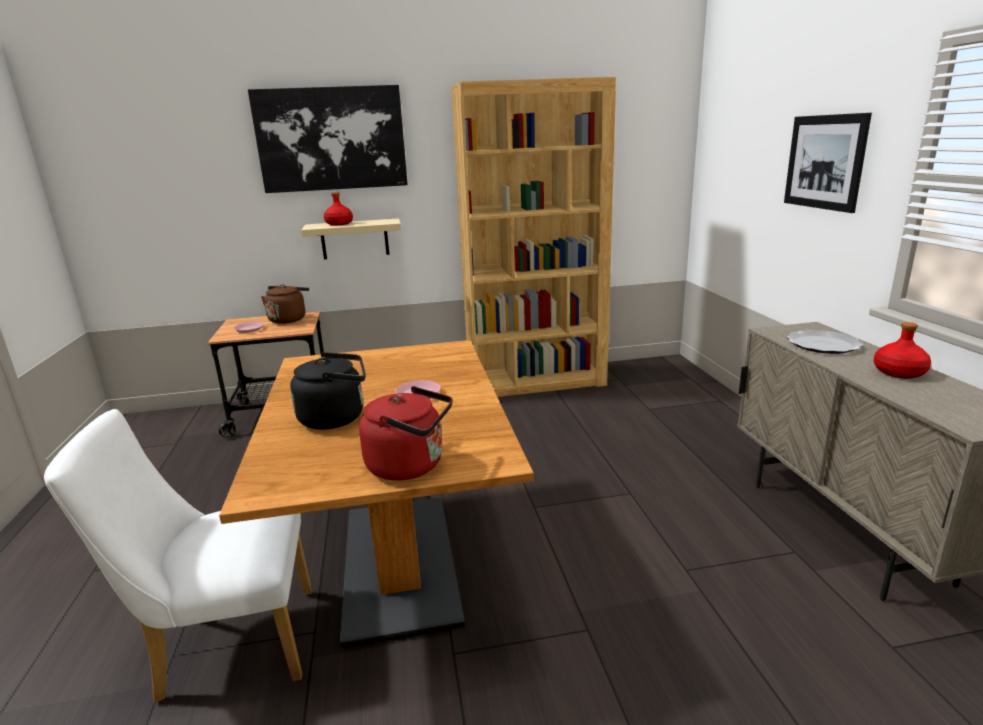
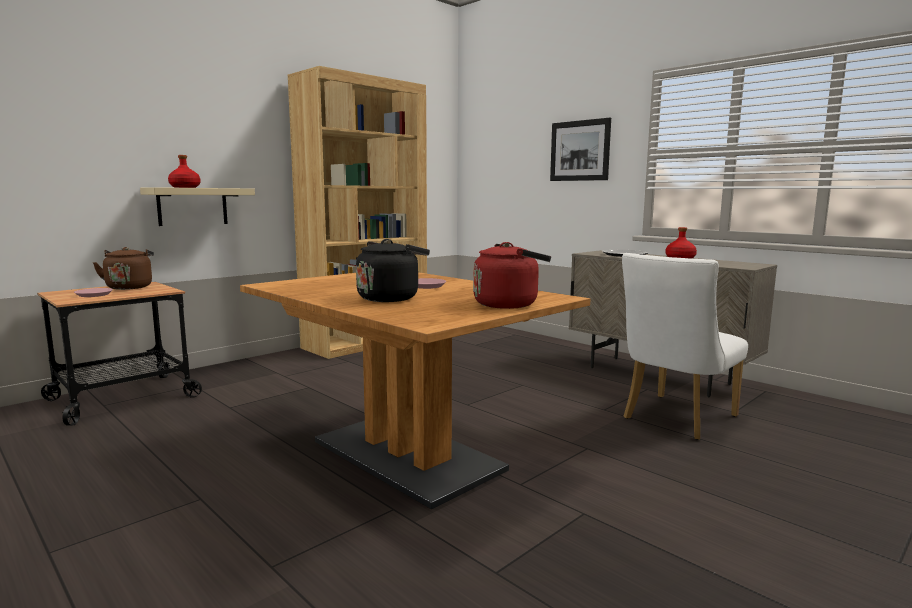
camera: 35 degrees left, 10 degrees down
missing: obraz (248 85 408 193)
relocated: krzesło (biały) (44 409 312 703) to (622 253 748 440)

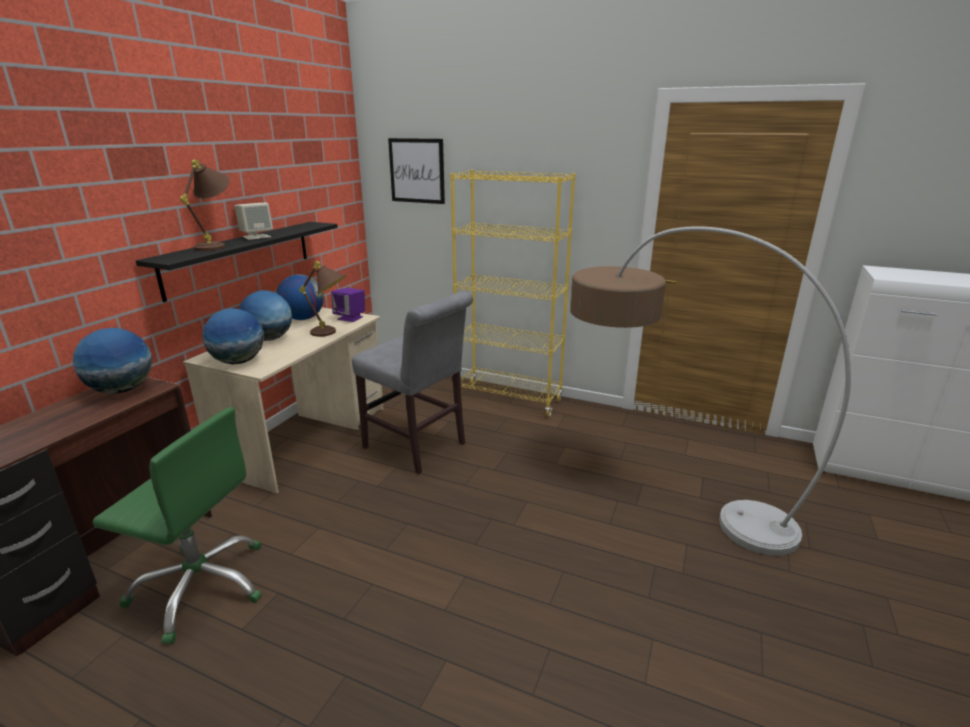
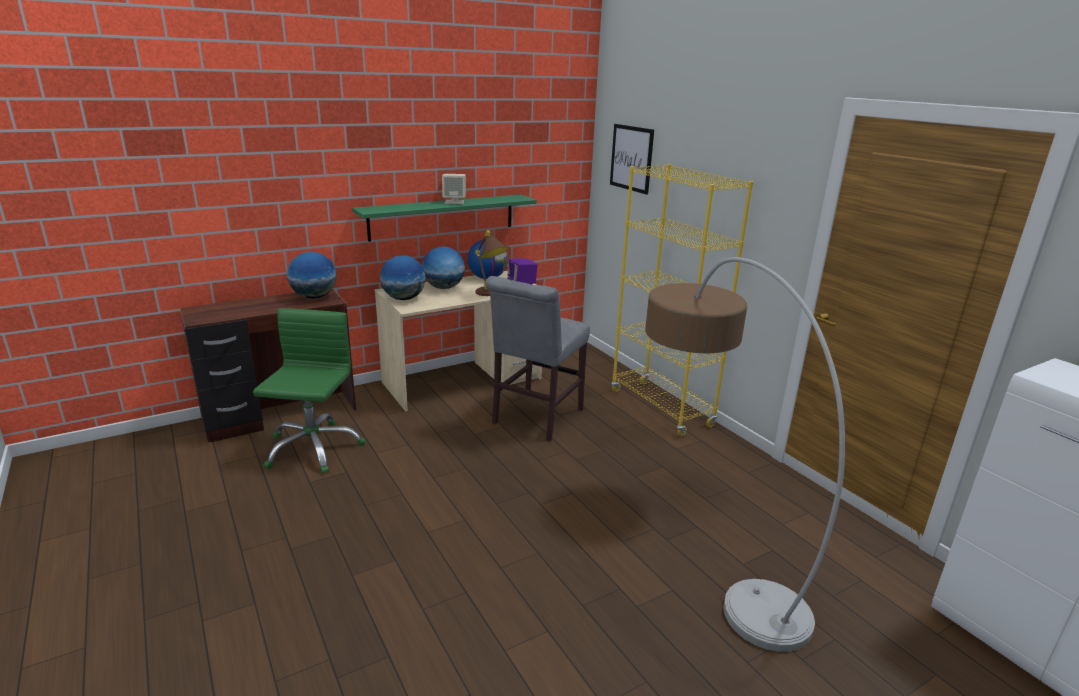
camera: 35 degrees right, 0 degrees up
missing: lampa stołowa (brązowy) (180 160 230 251)
colour: półka (czarny) (136 222 338 302) to półka (zielony) (352 194 537 242)
spun: krzesło (szary) (352 291 473 474) = (485 276 590 441) 45 degrees clockwise; krzesło biurowe (zielony) (92 407 262 644) = (253 308 365 474) 135 degrees counterclockwise

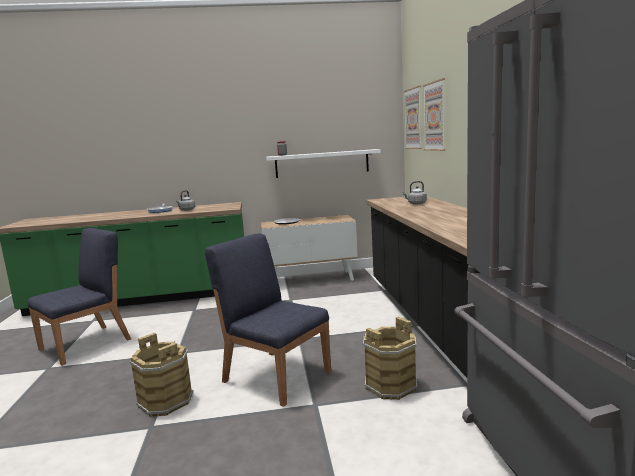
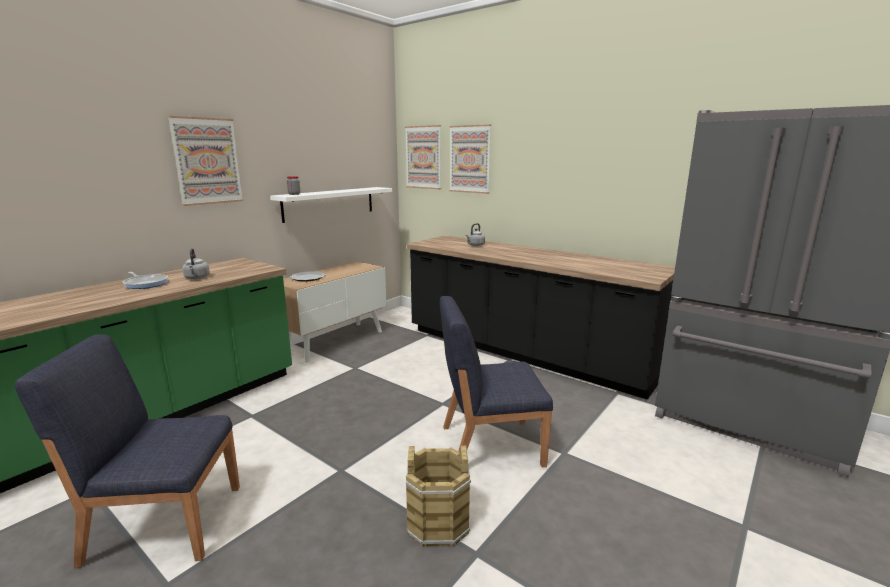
camera: 45 degrees left, 5 degrees up
missing: wiadro (brązowy) (362 317 417 400)
appeared: obraz (168 116 243 206)
spun: krzesło (niebieski) (28 228 131 366) = (15 334 240 568) 90 degrees counterclockwise

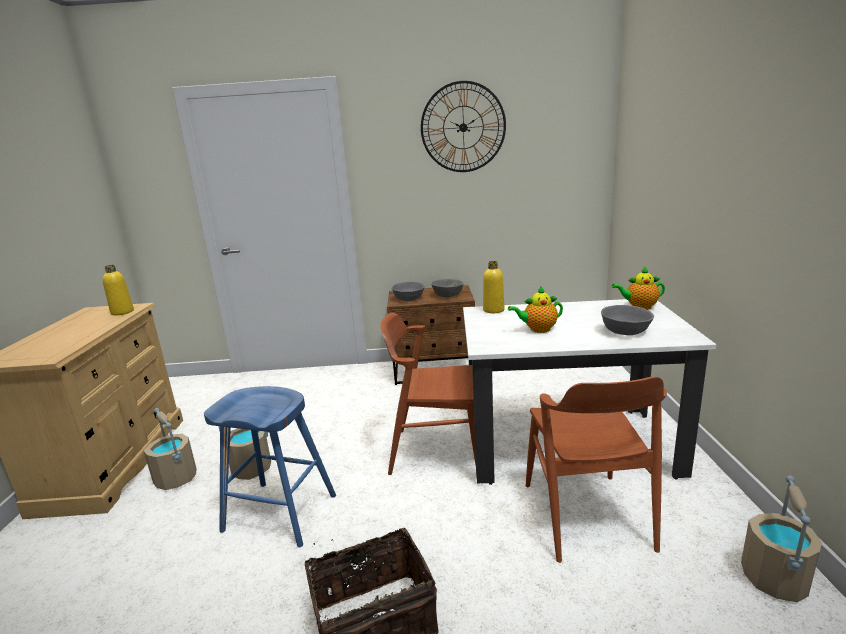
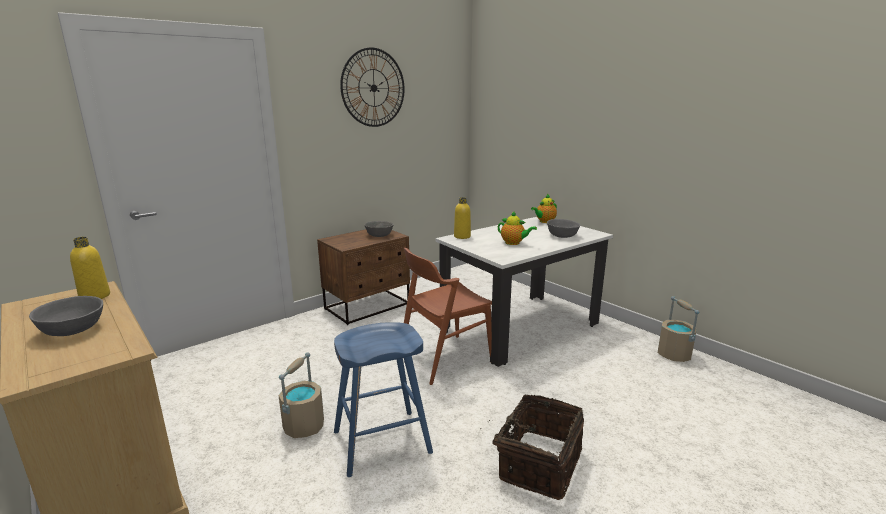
camera: 40 degrees left, 0 degrees up
missing: krzesło (brązowy) (526 376 667 563); wiadro (beżowy) (144 408 196 490)
relocated: miska (szary) (392 281 424 301) to (29 296 103 336)
spun: imbryk (508 286 563 333) = (498 211 537 245) 105 degrees counterclockwise

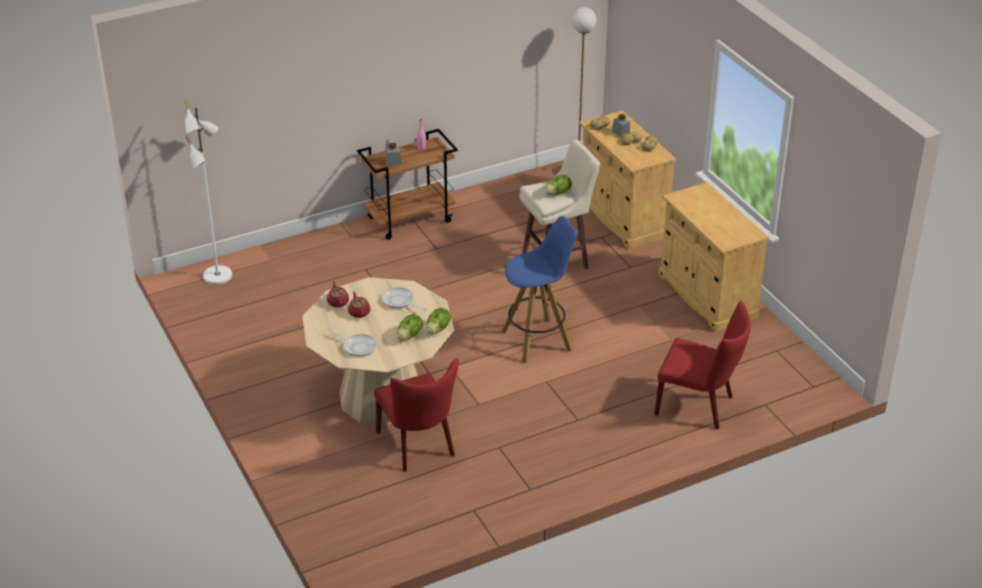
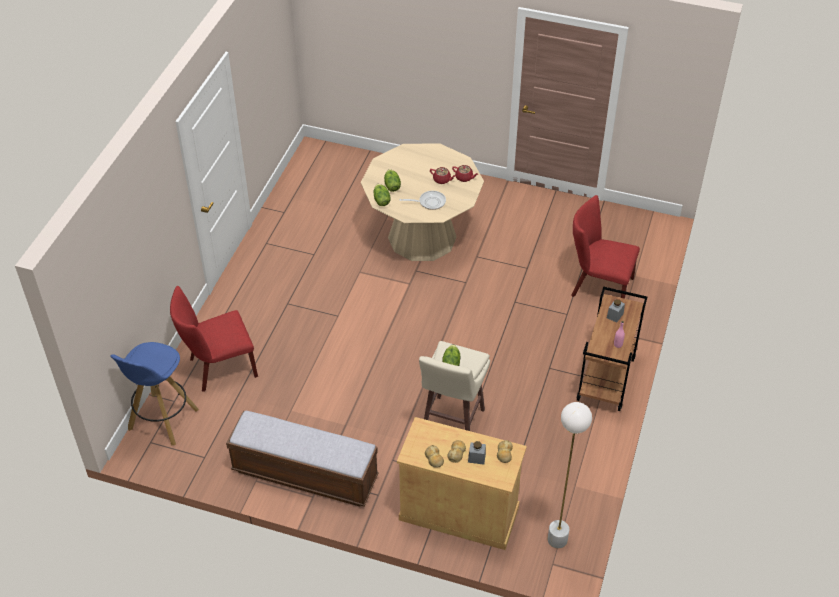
camera: 135 degrees right, 10 degrees up
missing: lampa stojąca (biały) (185 100 232 285); patelnia (326 327 377 357)
relocated: stołek (niebieski) (502 216 577 364) to (110 342 199 445); krzesło (czerwony) (374 358 459 472) to (571 195 640 299)
exchanged: szafka (beżowy) (658 182 769 332) to ławka (226 411 378 507)

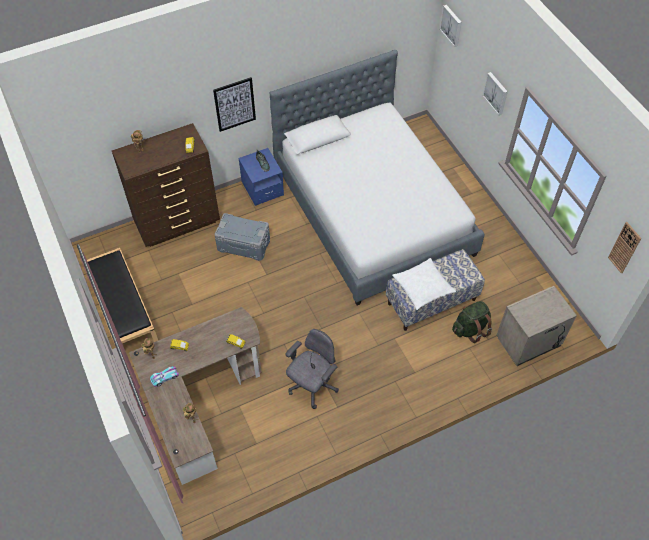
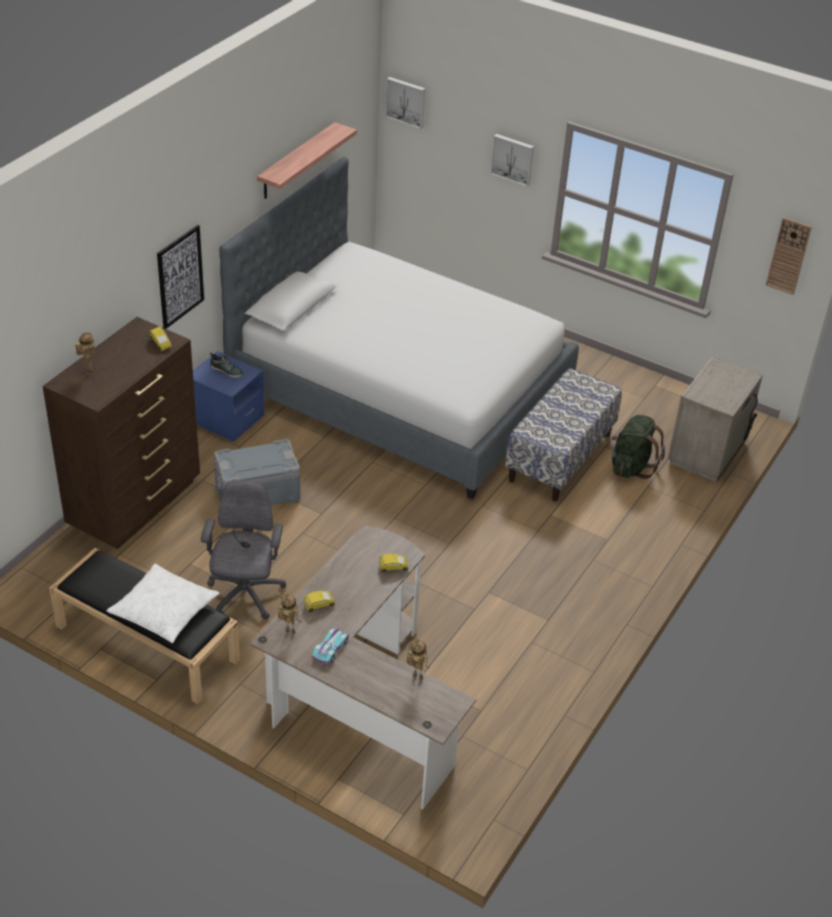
camera: 35 degrees left, 15 degrees down
appeared: półka (257 122 357 199)
relocated: poduszka (biały) (392 258 456 310) to (106 564 220 643); krzesło biurowe (szary) (285 329 339 409) to (201 480 286 620)

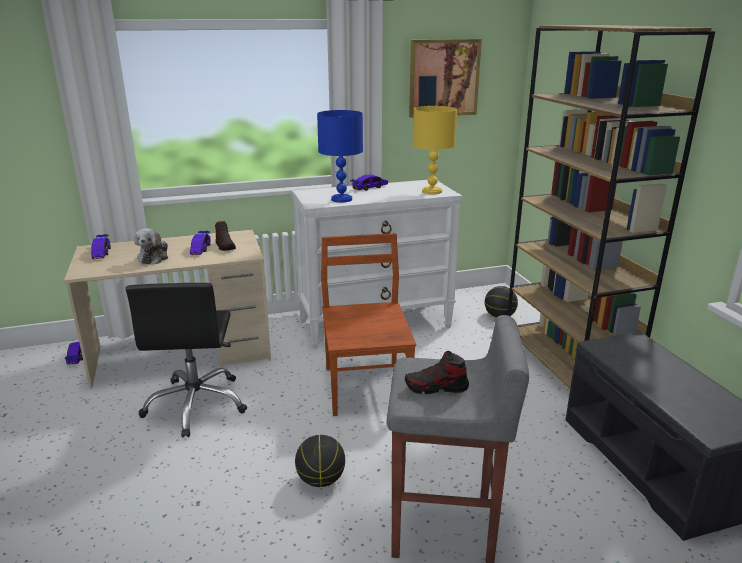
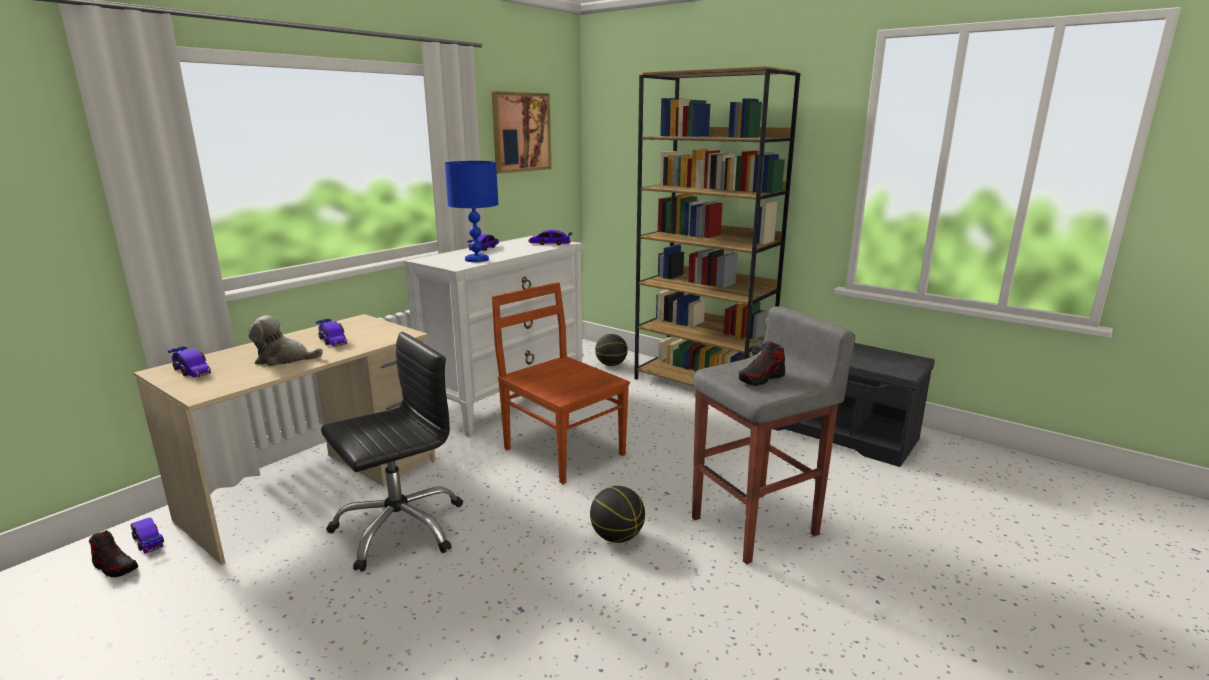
camera: 35 degrees left, 5 degrees down
relocated: but (215 221 236 251) to (89 530 138 577)
exchanged: lampa stołowa (żółty) (413 106 457 194) to samochodzik (528 230 572 245)
spun: pluszak (134 228 168 264) = (249 315 323 366) 120 degrees clockwise; krzesło biurowe (czarny) (126 283 247 438) = (321 332 463 572) 90 degrees counterclockwise

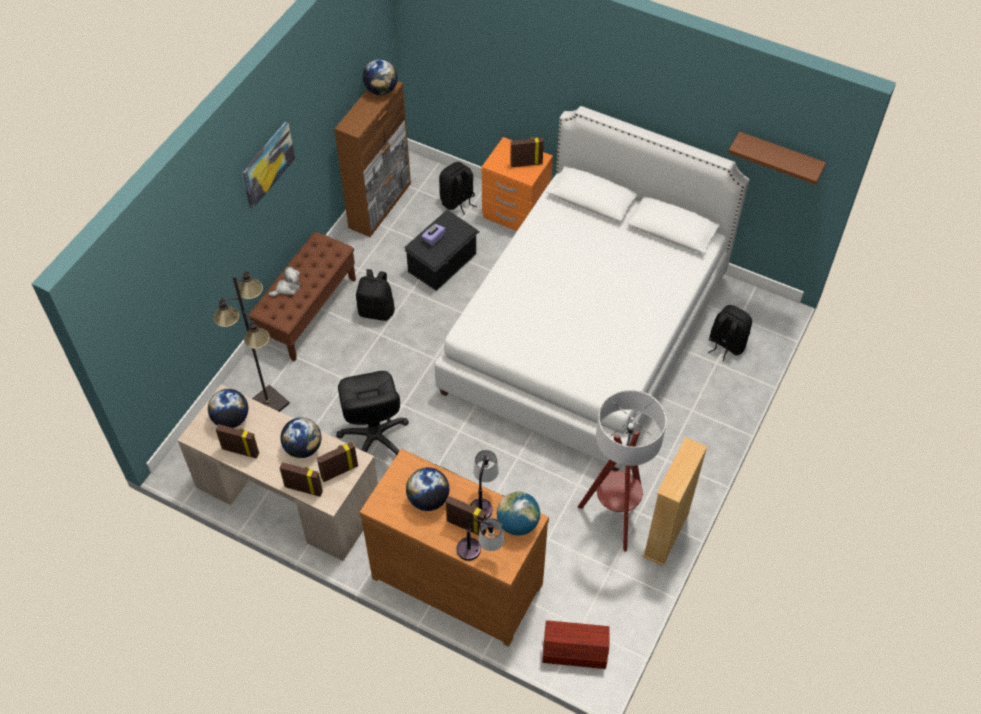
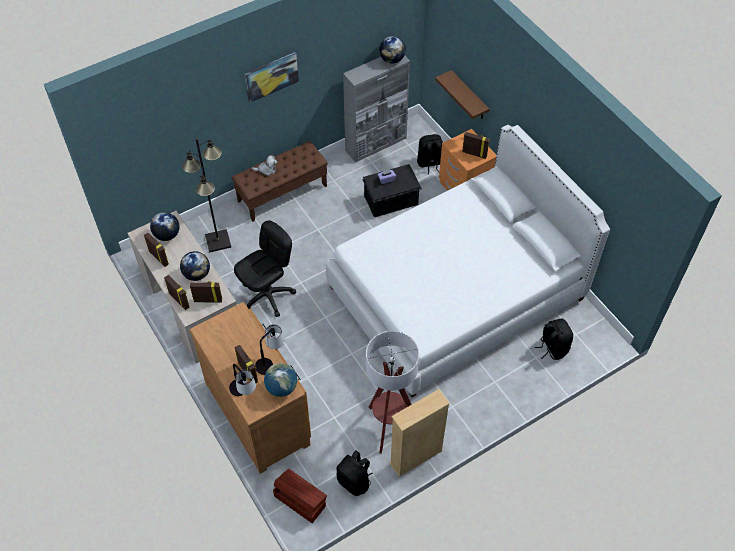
camera: 30 degrees right, 0 degrees up
missing: globus (406 467 449 511)
relocated: półka (brązowy) (728 131 826 185) to (435 70 489 119); plecak (czarny) (356 269 395 321) to (336 450 373 496)
colour: szafka (brązowy) (335 81 411 237) to szafka (szary) (343 56 410 163)
spun: krzesło biurowe (czarny) (336 371 409 456) = (234 221 296 317) 150 degrees counterclockwise

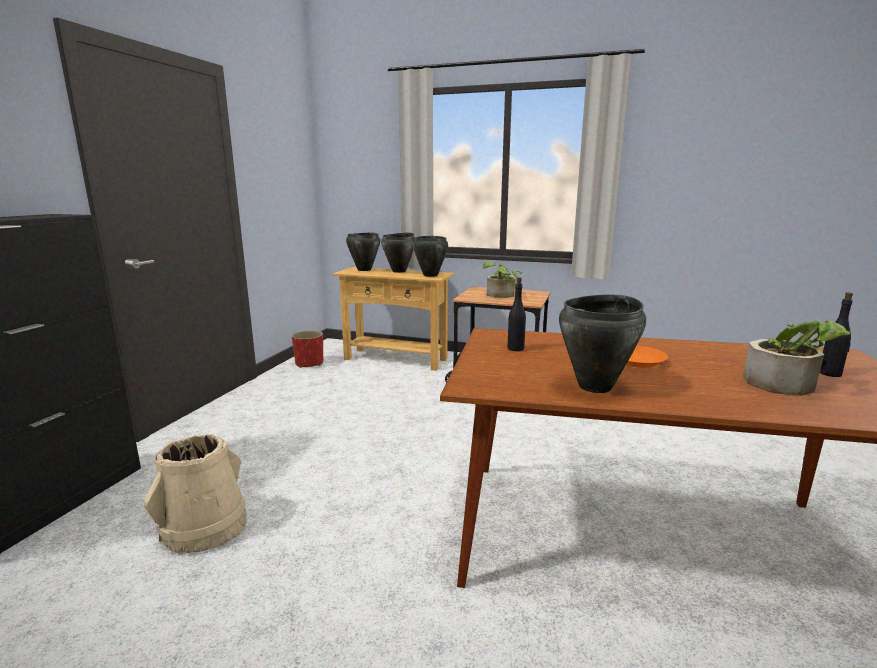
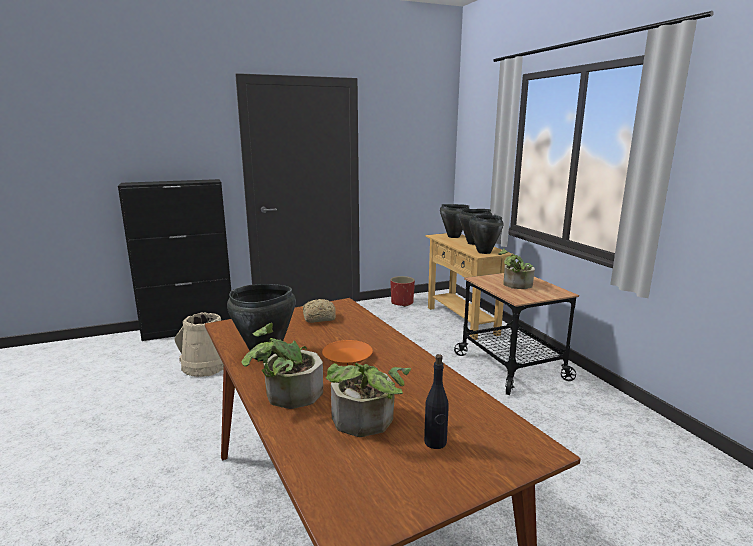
camera: 50 degrees right, 0 degrees up
appeared: roślina doniczkowa (241 323 323 409)
exchanged: butelka (czarny) (507 277 526 351) to chleb (303 299 336 323)

